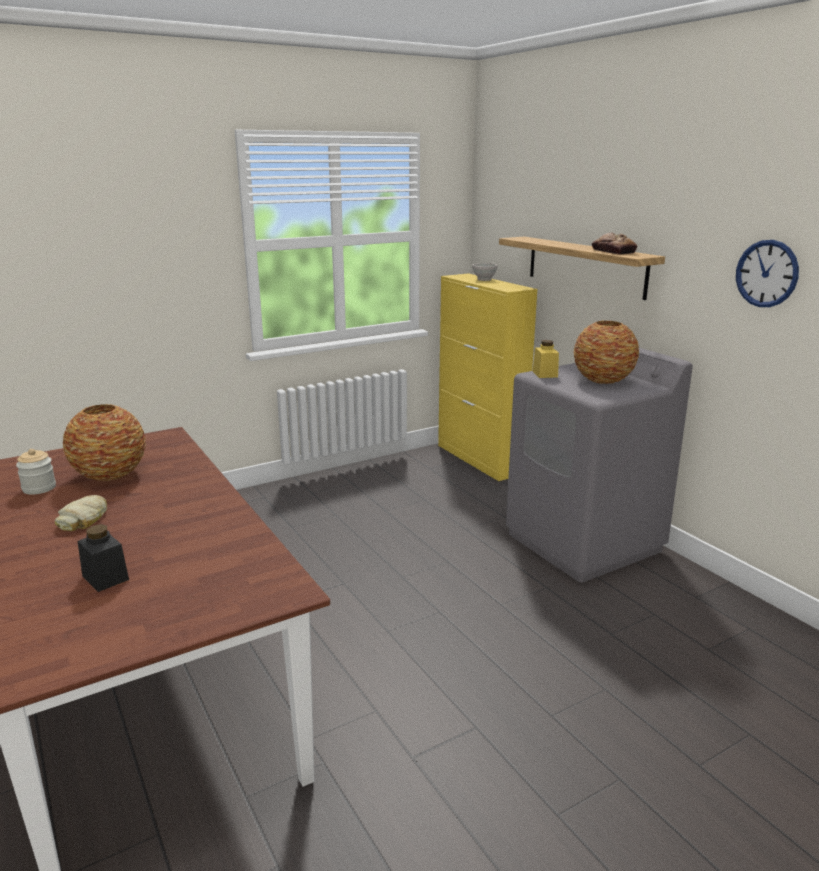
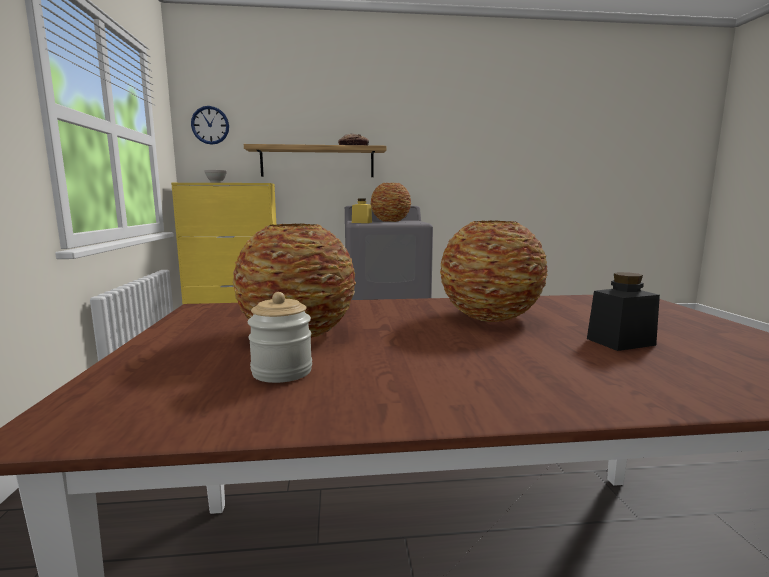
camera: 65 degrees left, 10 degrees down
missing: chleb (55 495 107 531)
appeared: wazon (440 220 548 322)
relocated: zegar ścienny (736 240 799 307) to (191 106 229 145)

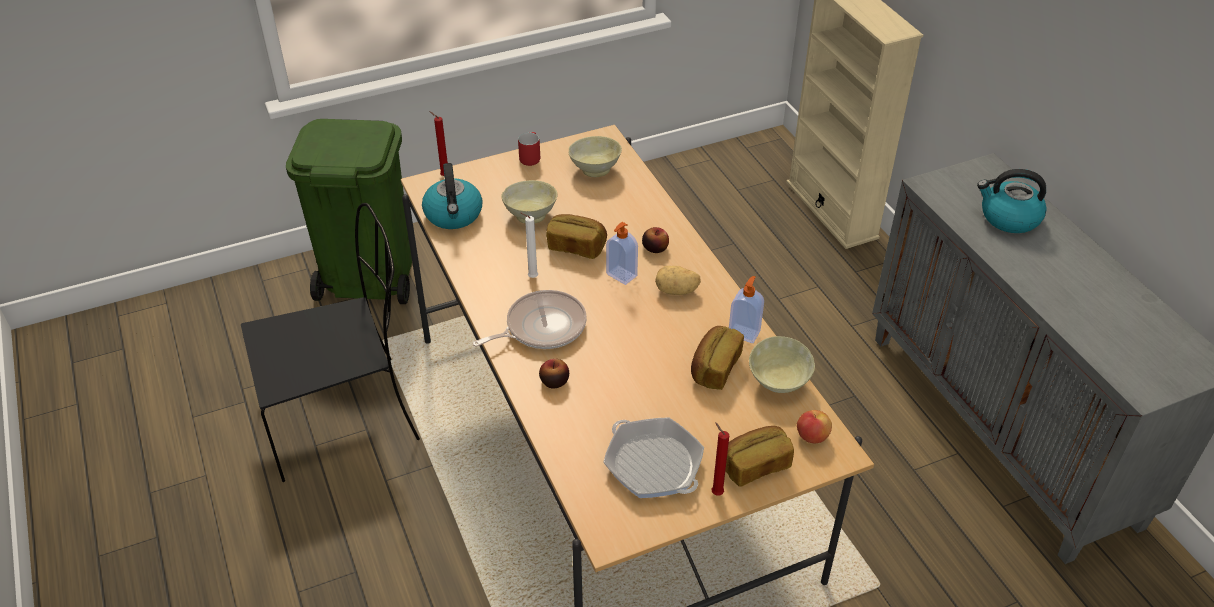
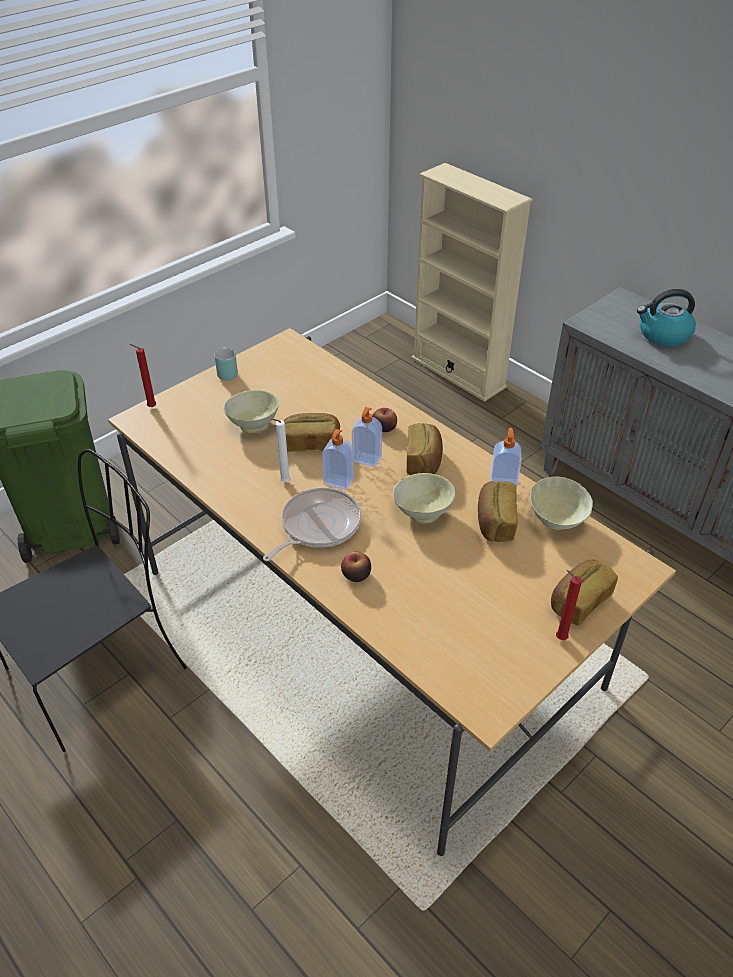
camera: 20 degrees left, 0 degrees up
missing: czajnik (422 163 483 229); jabłko (797 410 832 443); patelnia (603 417 704 498)
appeared: dozownik mydła (322 429 354 490)
relocated: miska (beżowy) (568 136 622 177) to (393 473 455 524)
exchanged: ziemniak (655 266 701 295) to chleb (407 423 443 475)
colour: kubek (czerwony) (518 132 540 166) to kubek (turkusowy) (214 348 238 380)

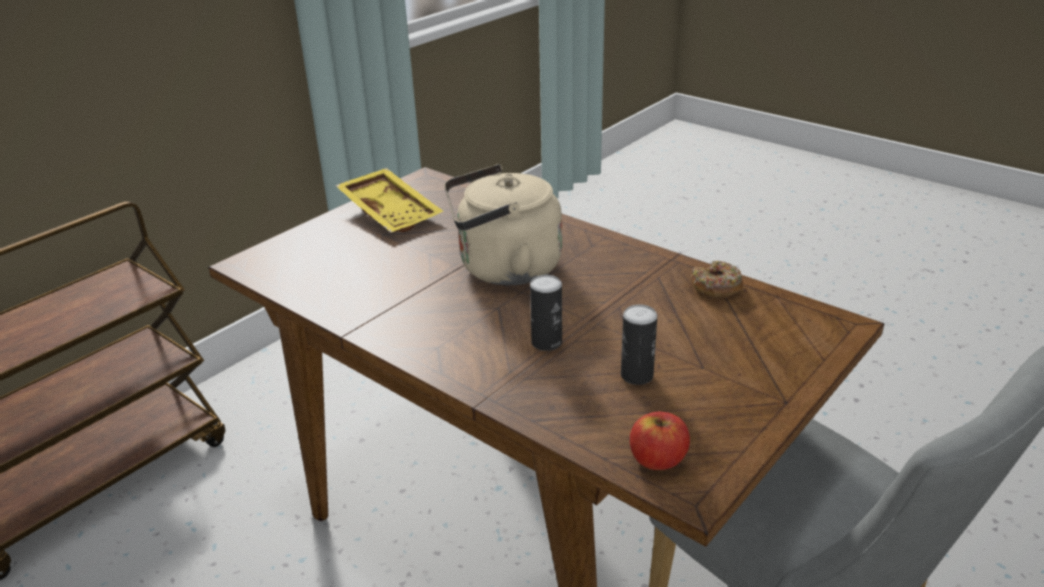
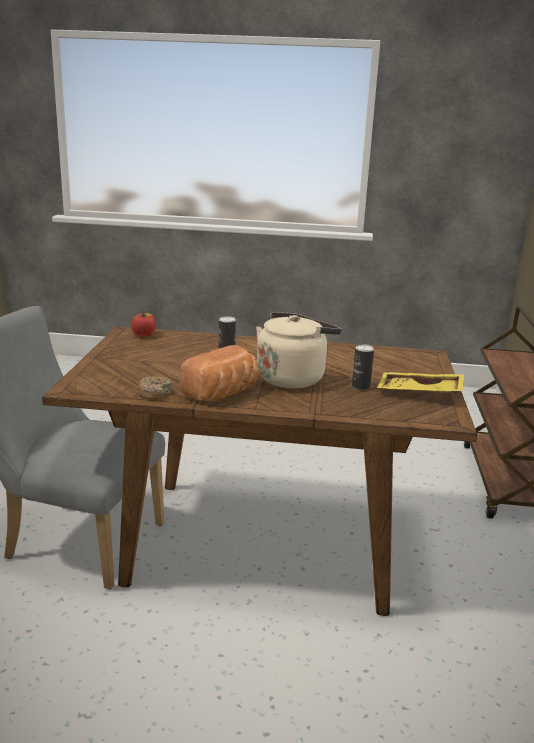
camera: 145 degrees right, 10 degrees down
appeared: chleb (179 345 259 402)
relocated: puszka (621 304 657 385) to (352 344 374 390)

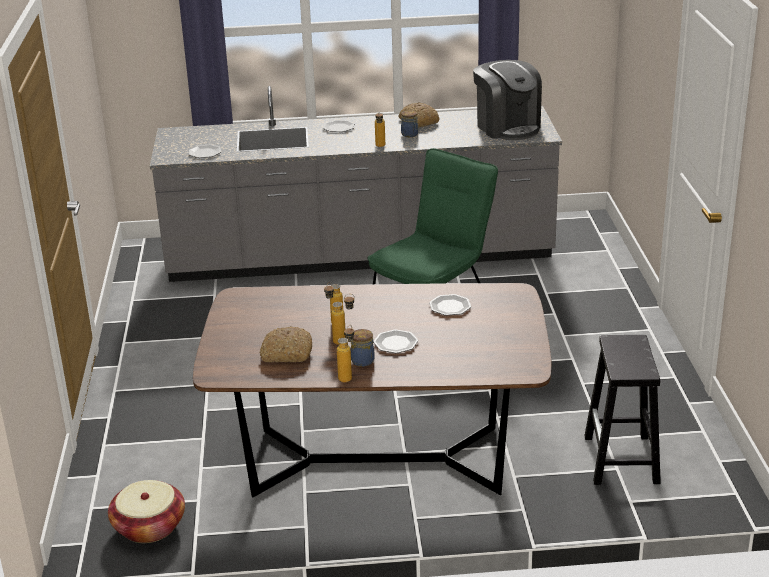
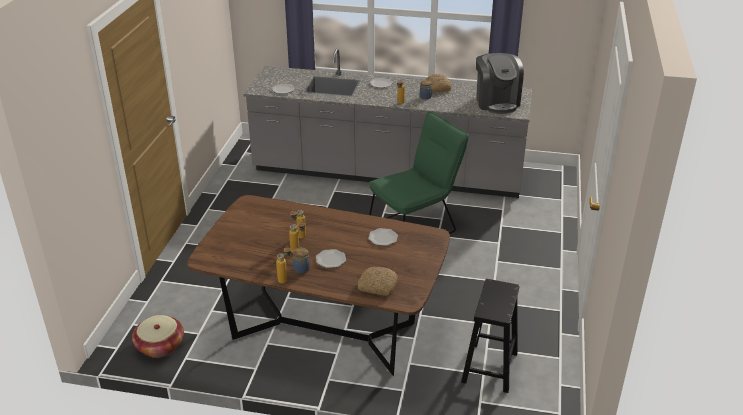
camera: 15 degrees right, 5 degrees up
relocated: chleb (260 326 312 362) to (357 267 398 296)

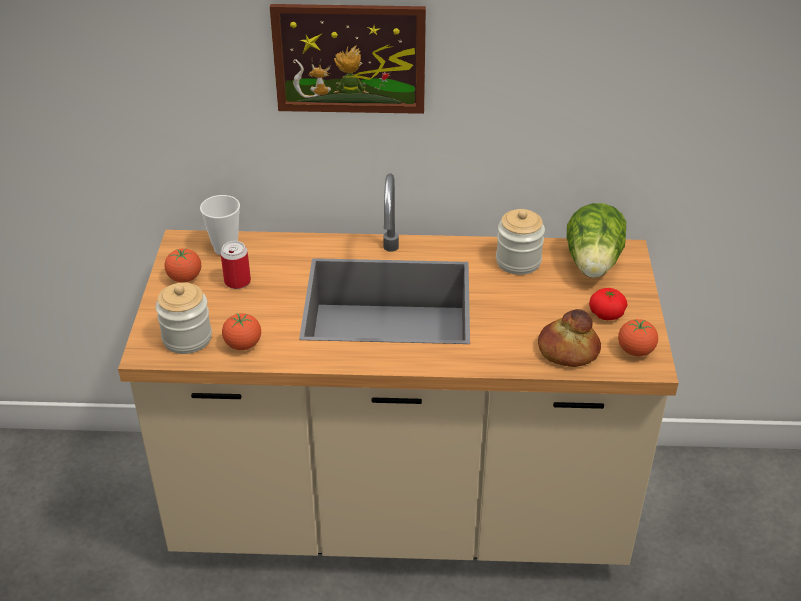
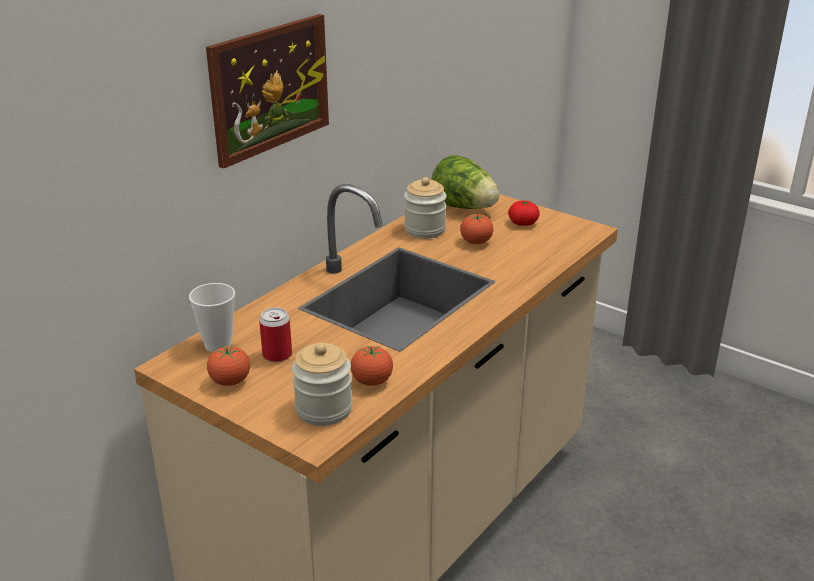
camera: 55 degrees left, 10 degrees down
missing: chleb (538 309 601 367)
relocated: pomidor (618 319 658 356) to (460 213 493 244)

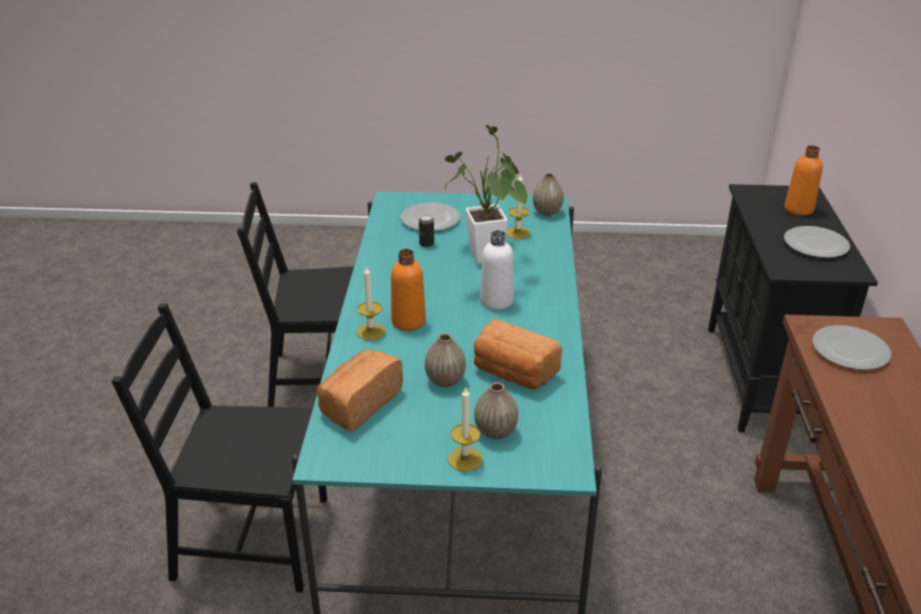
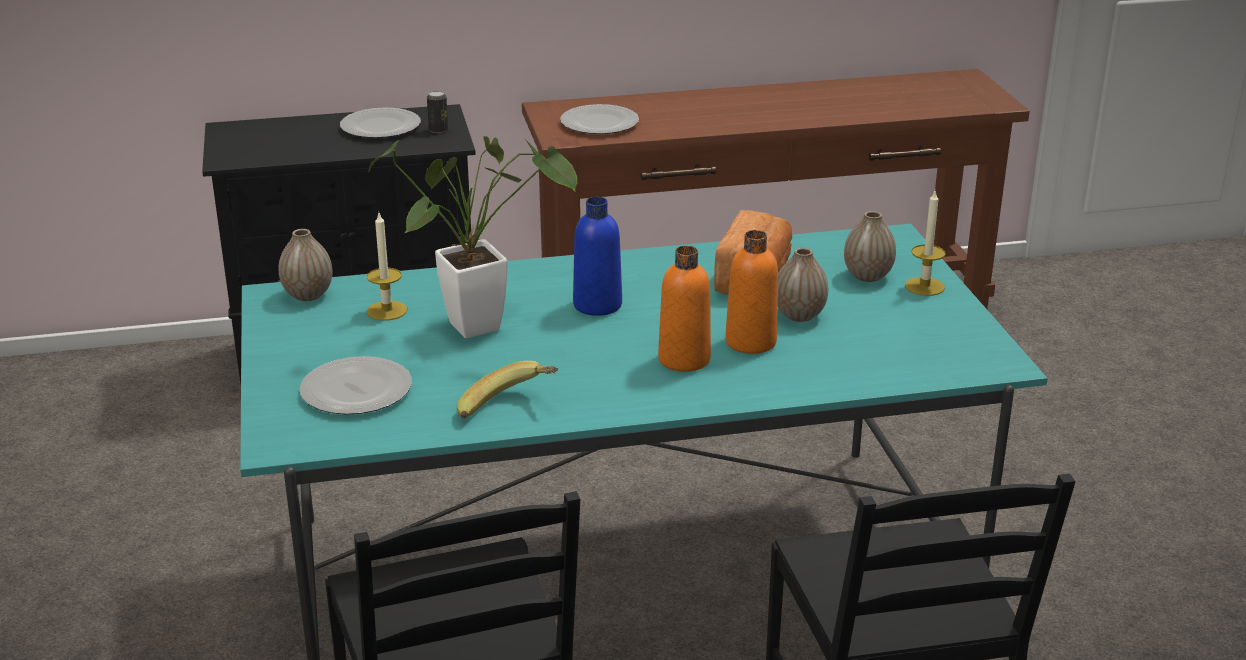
camera: 105 degrees left, 5 degrees down
missing: świeca (357 265 385 340); chleb (317 349 403 431)
appeared: banan (457 361 558 419)
relocated: butelka (pomarańczowy) (784 145 823 216) to (725 230 778 354); puszka (419 215 434 247) to (427 91 448 133)
colour: butelka (biały) (480 230 513 310) to butelka (niebieski) (573 197 622 316)

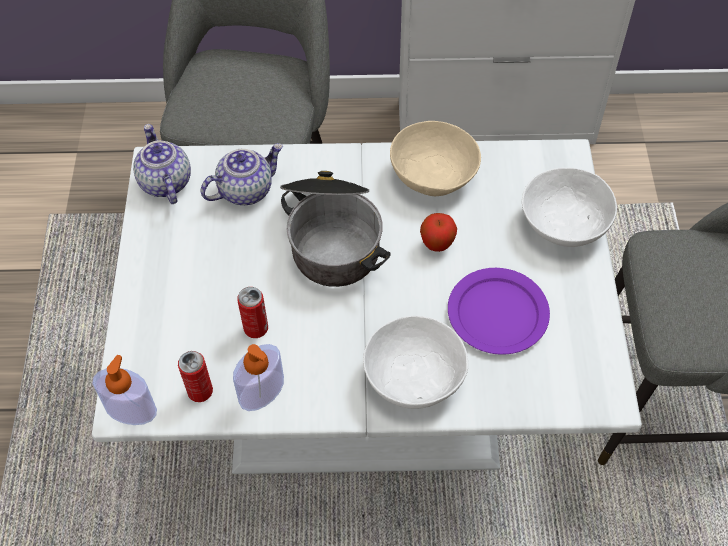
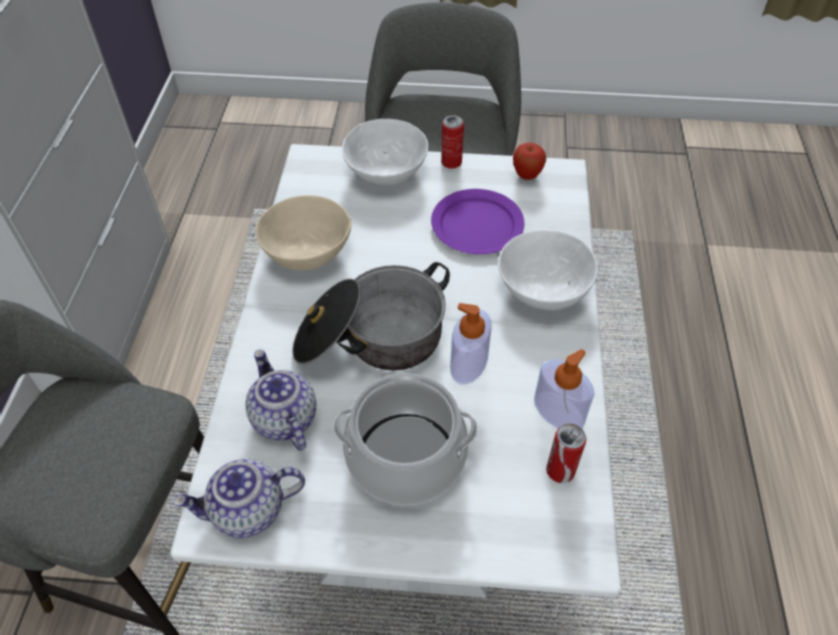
camera: 85 degrees left, 5 degrees down
appeared: garnek (333 373 478 506)
relocated: jabłko (420 213 457 252) to (513 143 546 180); puszka (237 287 268 338) to (441 115 464 168); dozownik mydła (92 355 157 425) to (450 303 492 385)

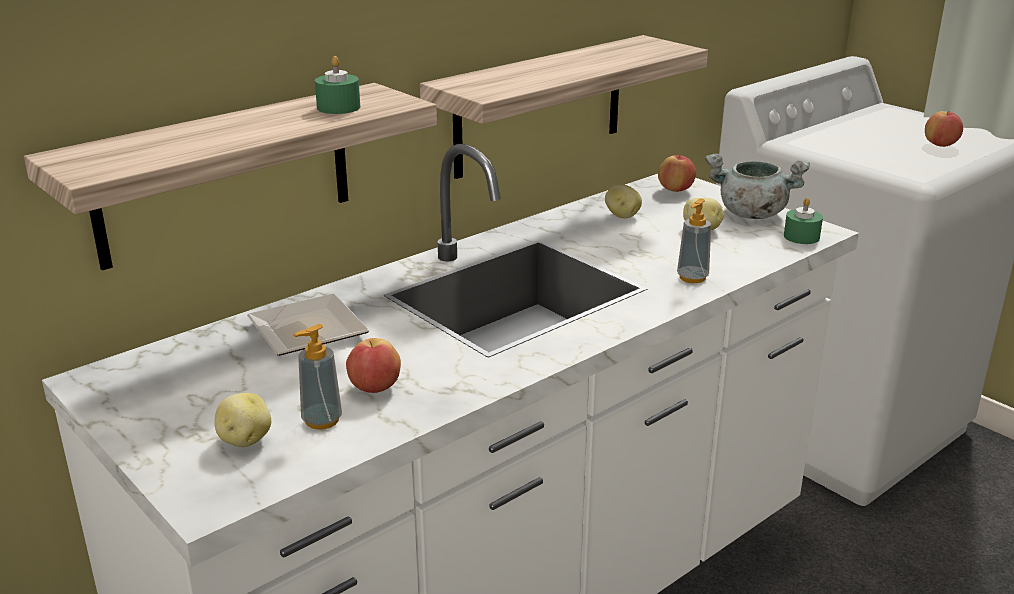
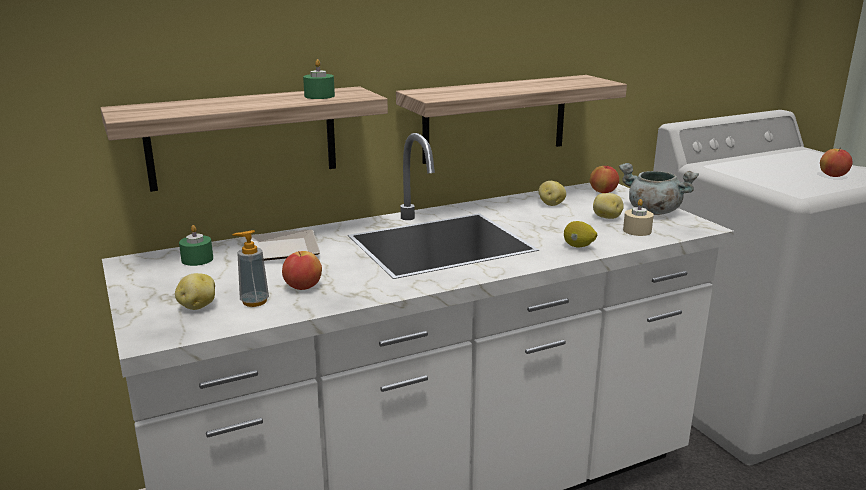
camera: 15 degrees right, 5 degrees down
appeared: świeca (beżowy) (623 199 654 236)
relocated: świeca (zielony) (784 198 823 244) to (179 225 213 266)
exchanged: dozownik mydła (677 198 711 283) to cytryna (564 221 597 247)

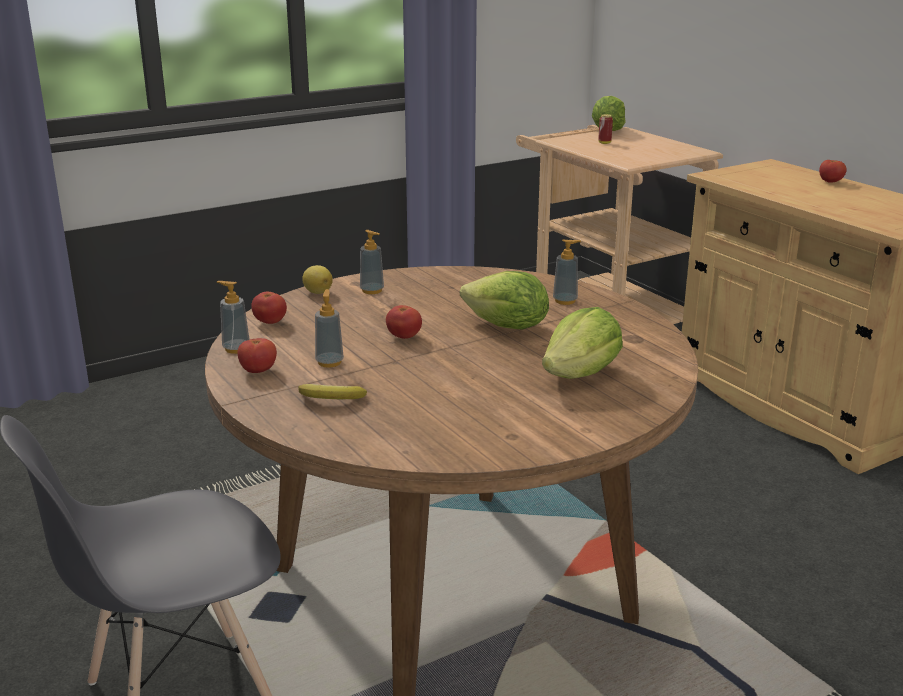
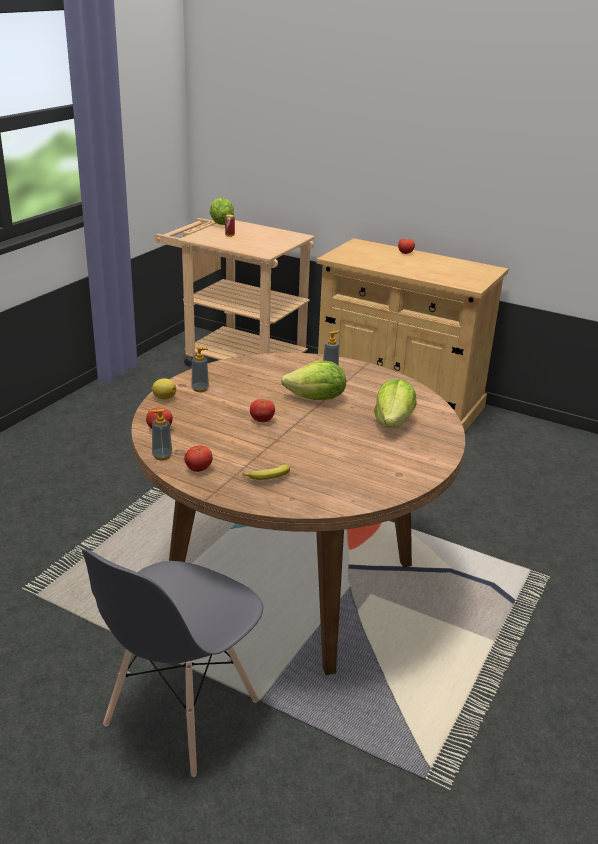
camera: 30 degrees left, 5 degrees up
missing: dozownik mydła (315 289 344 368)

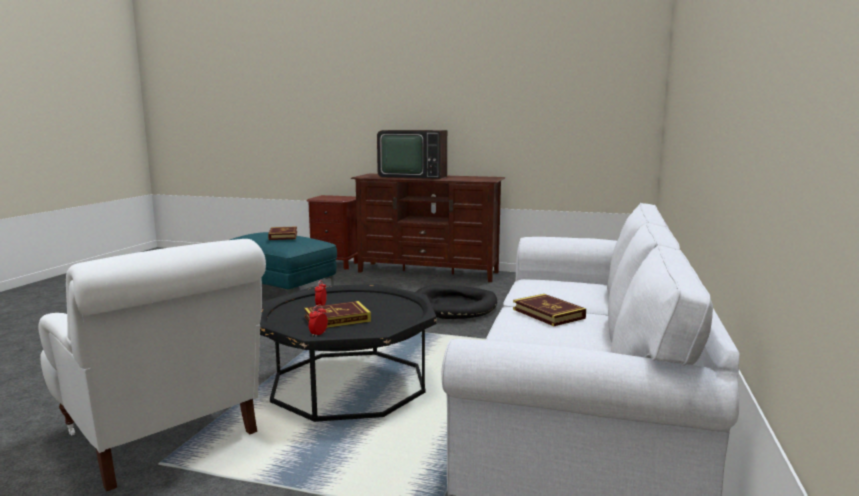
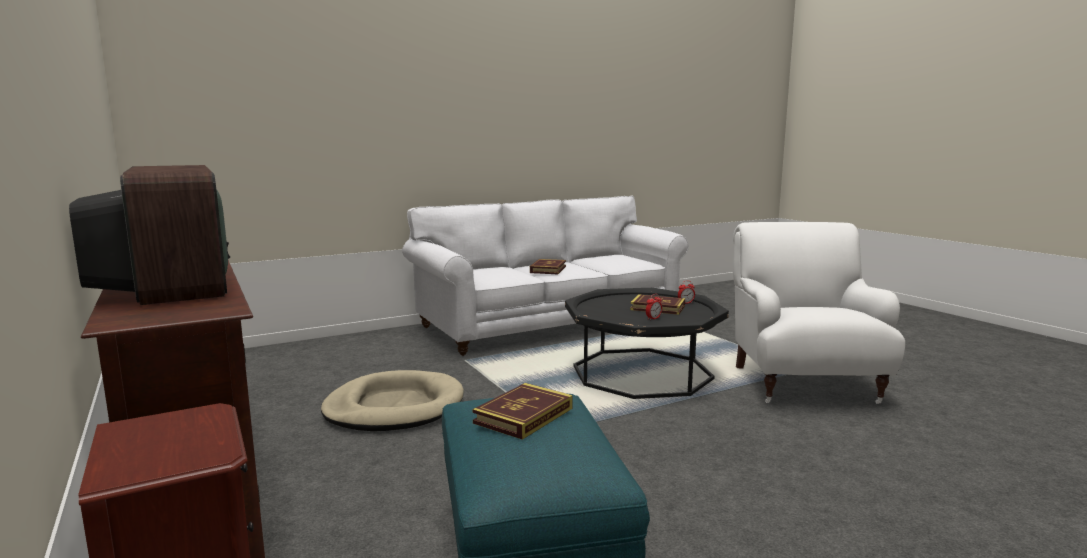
camera: 135 degrees left, 0 degrees up
colour: legowisko (czarny) (416 284 497 319) to legowisko (beżowy) (321 370 464 431)

